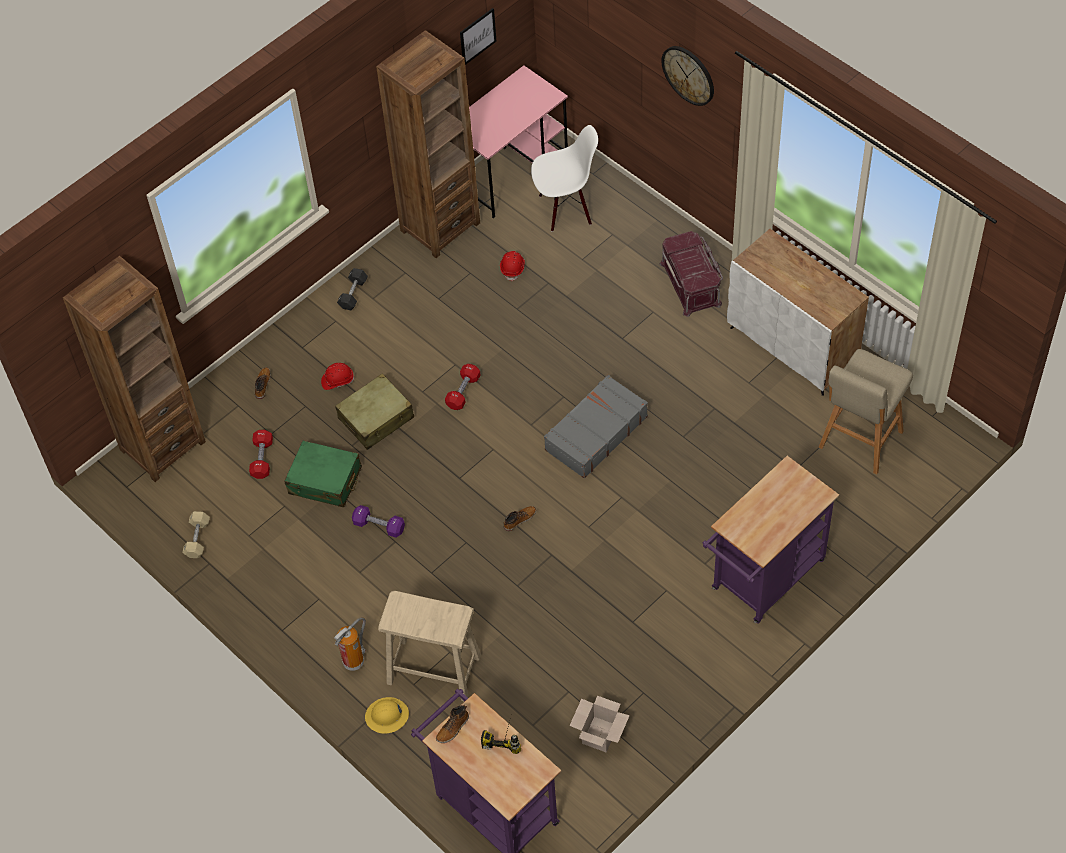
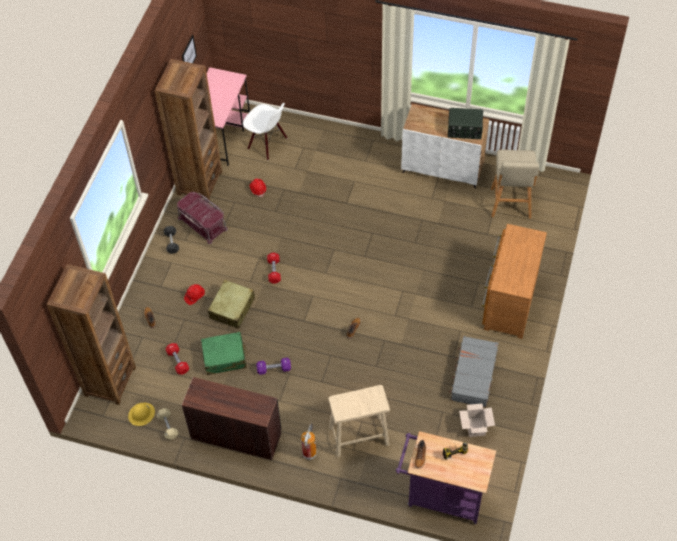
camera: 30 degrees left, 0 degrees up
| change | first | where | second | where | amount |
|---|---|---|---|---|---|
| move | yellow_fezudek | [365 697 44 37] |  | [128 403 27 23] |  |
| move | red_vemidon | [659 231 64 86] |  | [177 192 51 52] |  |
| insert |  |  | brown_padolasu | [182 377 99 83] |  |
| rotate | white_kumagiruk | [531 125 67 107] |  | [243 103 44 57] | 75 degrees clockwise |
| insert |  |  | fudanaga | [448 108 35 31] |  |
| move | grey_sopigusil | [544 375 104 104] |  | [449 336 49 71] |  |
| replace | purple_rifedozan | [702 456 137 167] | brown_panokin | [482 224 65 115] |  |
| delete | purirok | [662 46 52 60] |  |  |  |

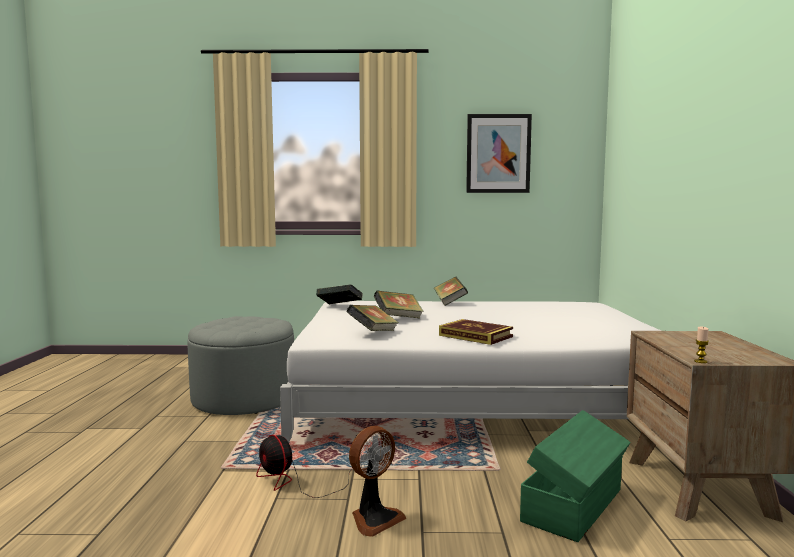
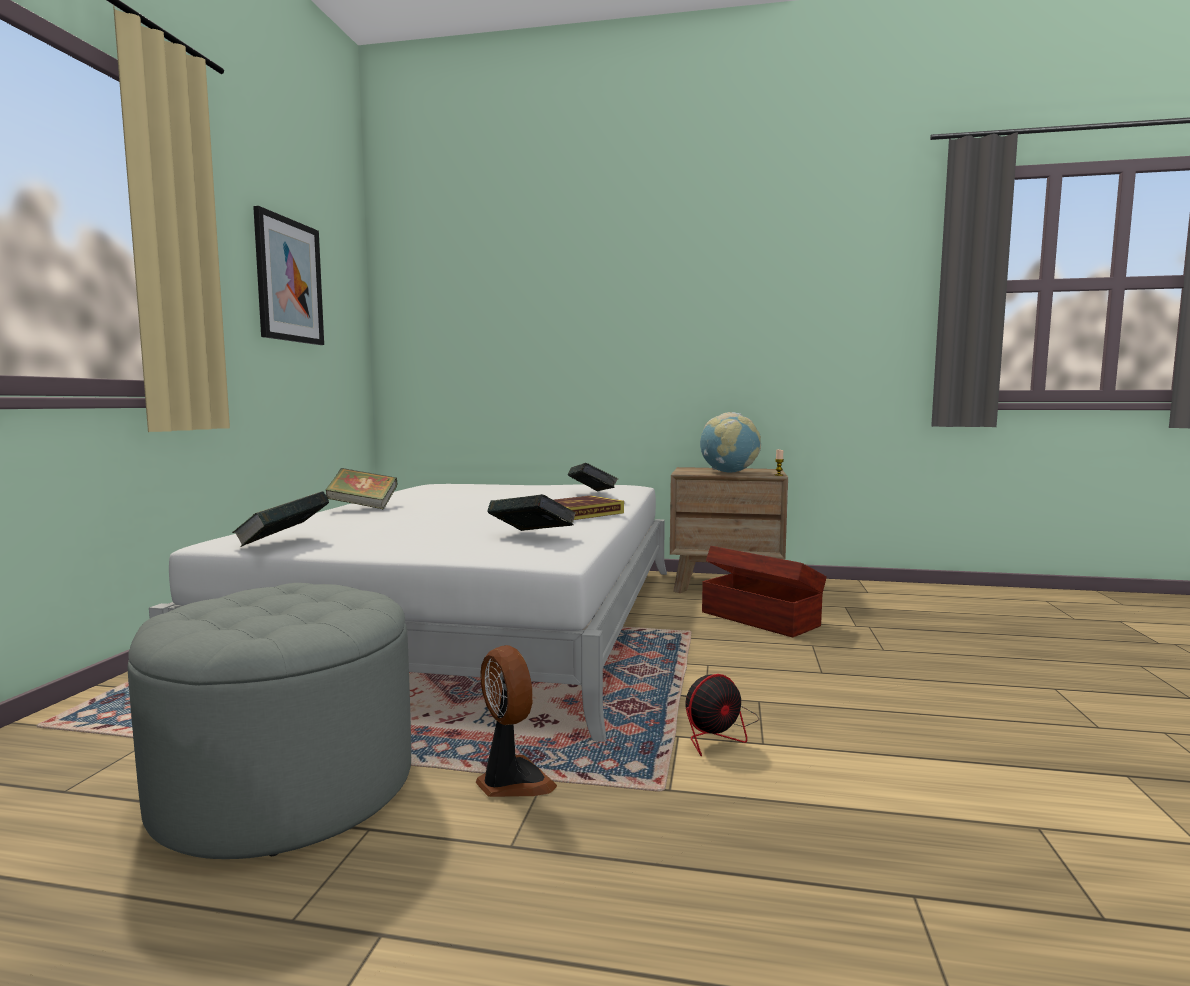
camera: 80 degrees left, 0 degrees up
| change | first | where | second | where | amount |
|---|---|---|---|---|---|
| move | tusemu | [349 426 57 111] |  | [476 645 81 152] |  |
| move | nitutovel | [374 290 50 29] |  | [568 463 50 28] |  |
| insert |  |  | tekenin | [700 412 61 60] |  |
| recolor | green_vemidon | [520 410 111 132] | brown_vemidon | [702 546 125 91] |  |

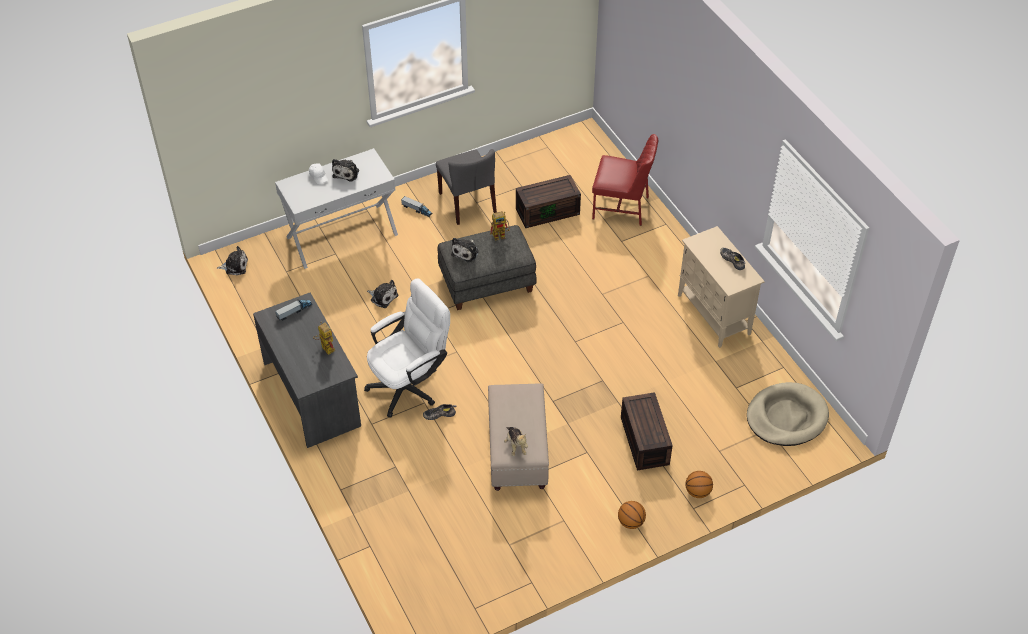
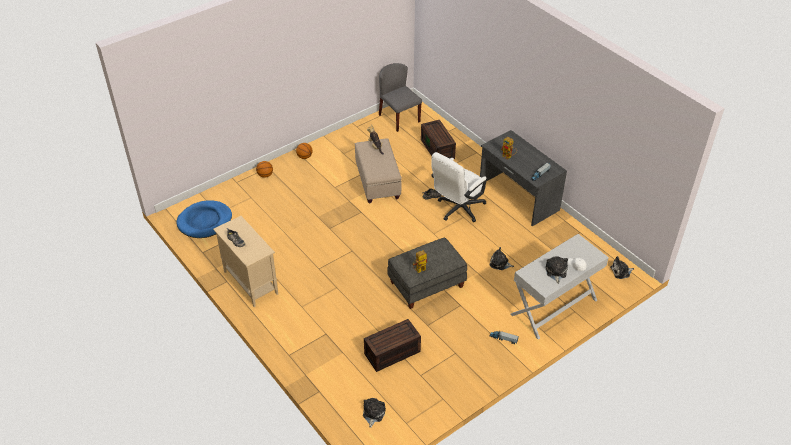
camera: 170 degrees right, 5 degrees down
| change | first | where | second | where | amount |
|---|---|---|---|---|---|
| recolor | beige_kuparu | [747 382 82 64] | blue_kuparu | [176 200 56 38] |  |
| move | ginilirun | [451 238 28 24] |  | [363 398 23 30] |  |
| move | grey_kumagiruk | [436 149 61 76] |  | [379 63 43 69] |  |
| move | brown_vemidon | [621 392 52 79] |  | [421 120 35 39] |  |
| delete | red_kumagiruk | [592 134 66 92] |  |  |  |

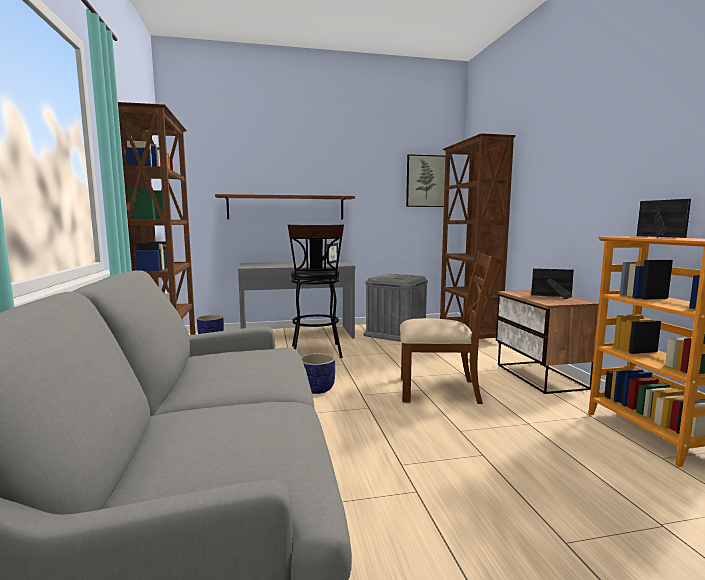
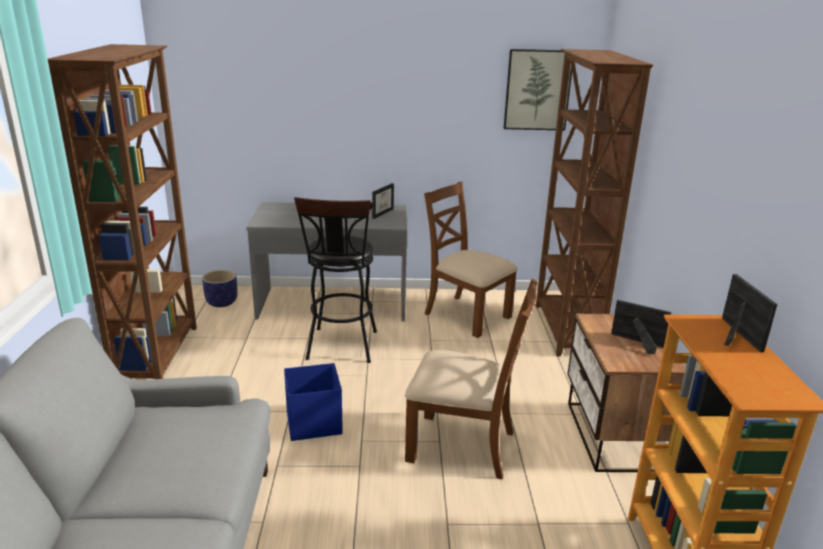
camera: 10 degrees right, 15 degrees up
| change | first | where | second | where | amount |
|---|---|---|---|---|---|
| replace | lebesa | [301 353 34 41] | blue_vemidon | [284 363 59 78] |  |
| replace | grey_vemidon | [364 274 64 68] | brown_kumagiruk | [424 181 93 157] |  |
| delete | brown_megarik | [215 194 140 26] |  |  |  |

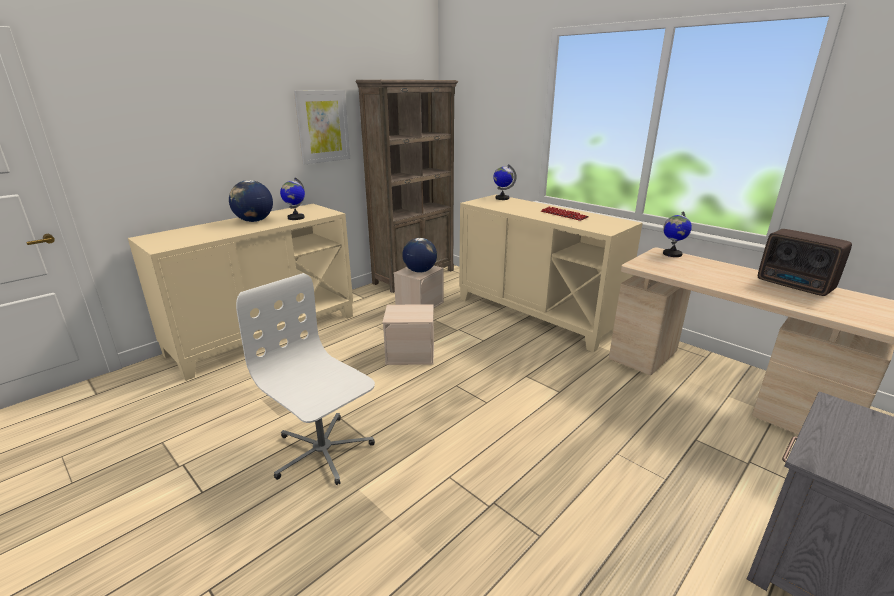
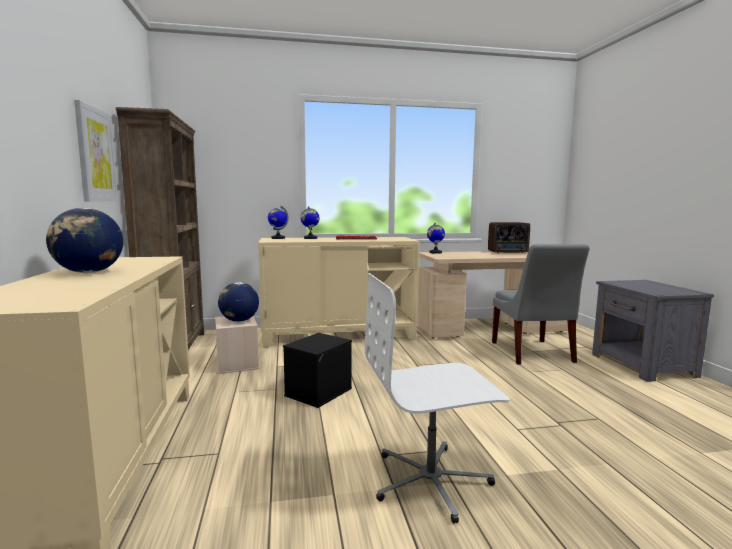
camera: 55 degrees left, 15 degrees down
| change | first | where | second | where | amount |
|---|---|---|---|---|---|
| recolor | beige_vemidon | [382 305 52 60] | black_vemidon | [283 333 69 75] |  |
| move | tekenin | [280 177 25 43] |  | [300 206 20 33] |  |
| insert |  |  | grey_kumagiruk | [492 244 98 121] |  |

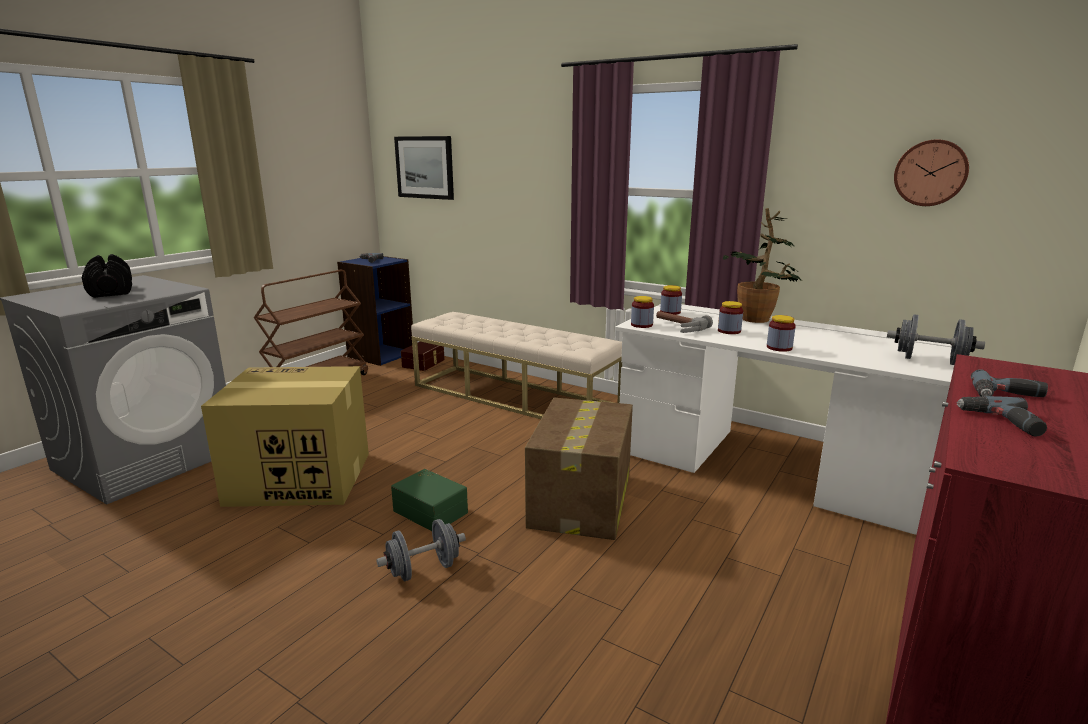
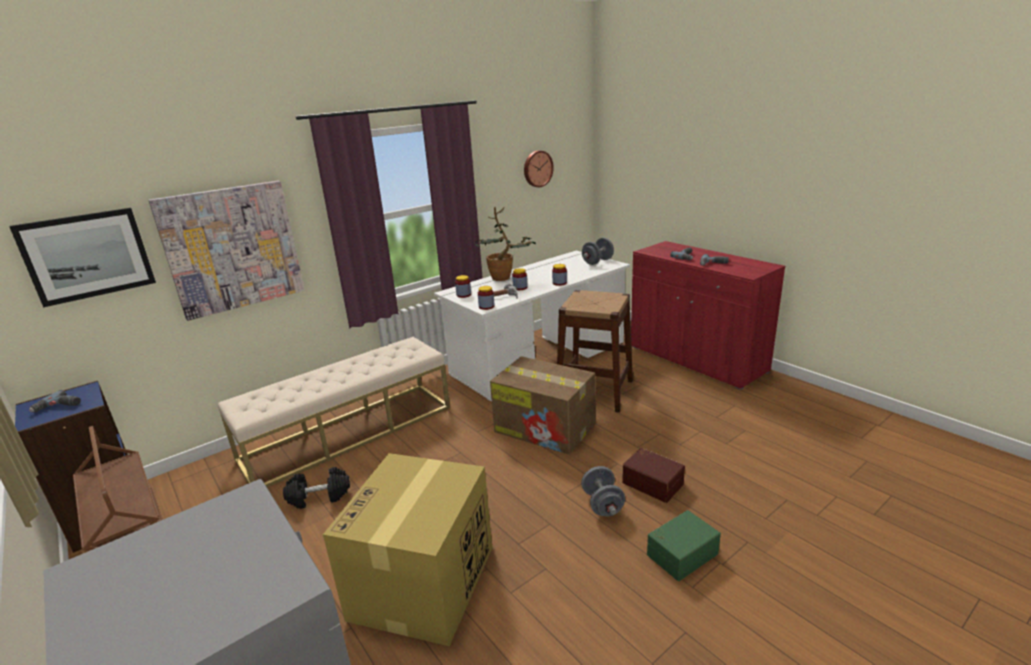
camera: 70 degrees left, 5 degrees up
| change | first | where | second | where | amount |
|---|---|---|---|---|---|
| insert |  |  | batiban | [148 181 157 140] |  |
| move | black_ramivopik | [82 254 50 44] |  | [283 467 67 42] |  |
| insert |  |  | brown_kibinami | [557 290 76 123] |  |
| move | brown_vemidon | [401 342 44 29] |  | [622 448 63 55] |  |
| move | green_vemidon | [391 469 77 62] |  | [647 510 74 71] |  |

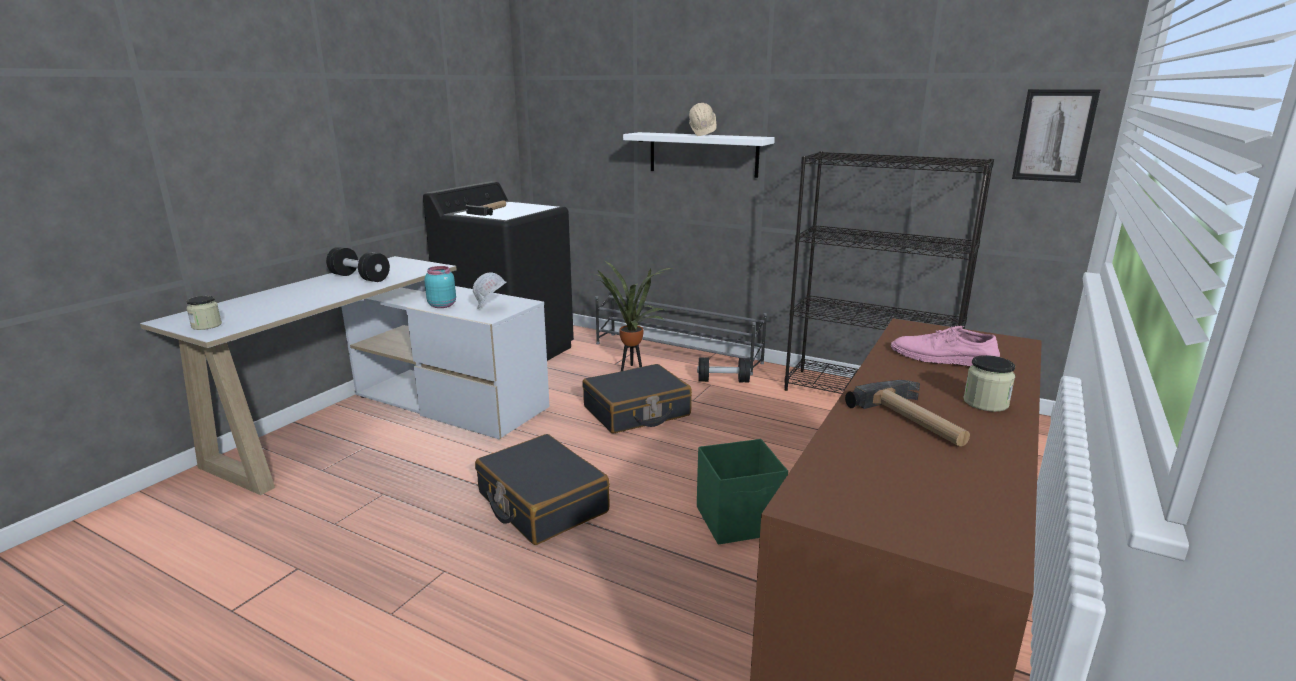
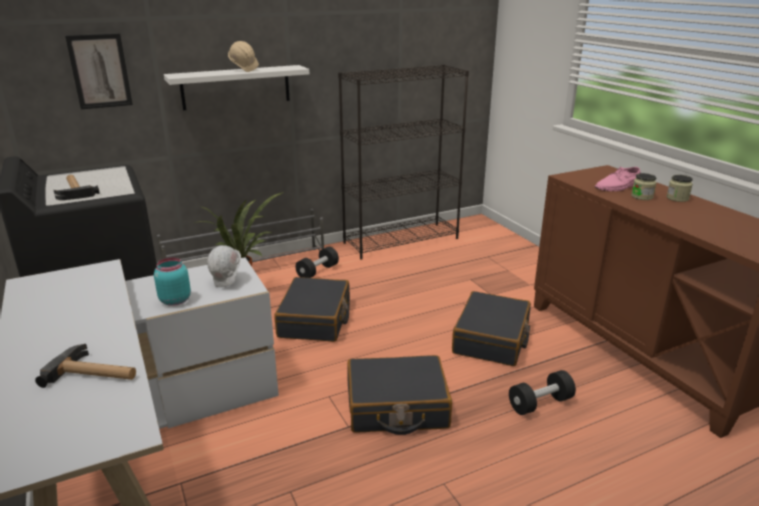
camera: 55 degrees left, 5 degrees up
| change | first | where | second | where | amount |
|---|---|---|---|---|---|
| move | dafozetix | [845 380 125 66] |  | [35 344 101 44] |  |
| move | batiban | [1012 89 88 94] |  | [65 33 68 76] |  |
| replace | green_vemidon | [697 439 91 106] | black_sopigusil | [452 291 79 75] |  |
| move | black_ramivopik | [326 247 64 35] |  | [509 370 67 45] |  |
| move | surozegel | [186 296 36 34] |  | [631 173 25 27] |  |

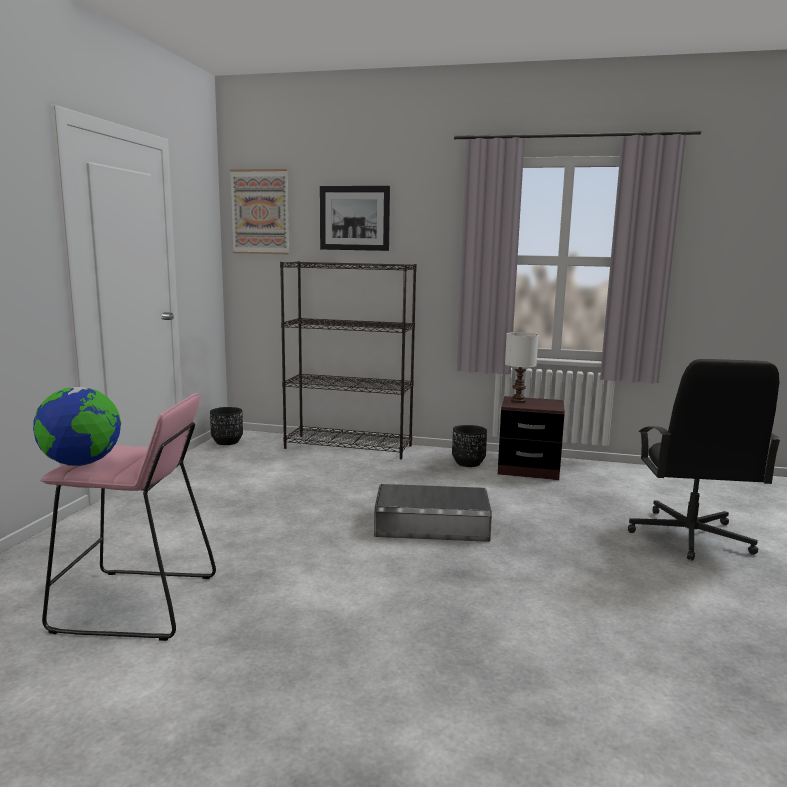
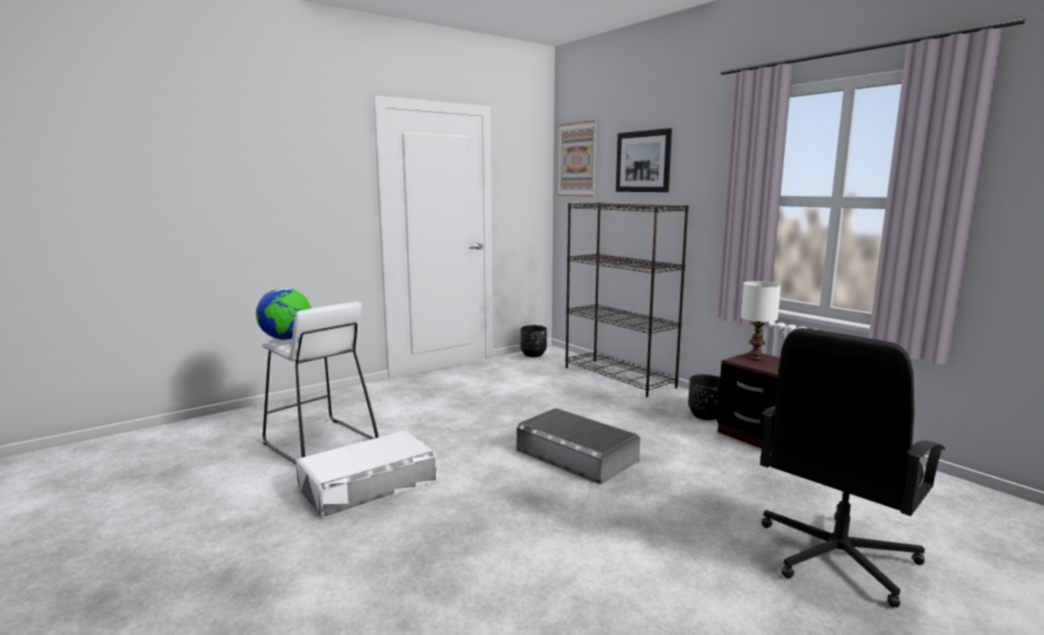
camera: 40 degrees right, 0 degrees up
| change | first | where | second | where | amount |
|---|---|---|---|---|---|
| recolor | pink_kibinami | [40 393 176 248] | white_kibinami | [261 302 117 162] |  |
| insert |  |  | white_vemidon | [296 431 141 87] |  |

